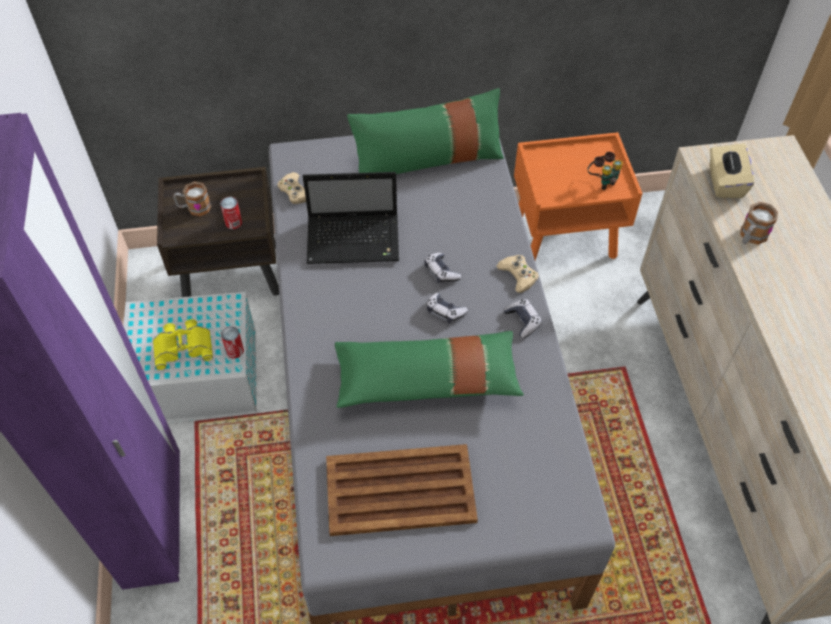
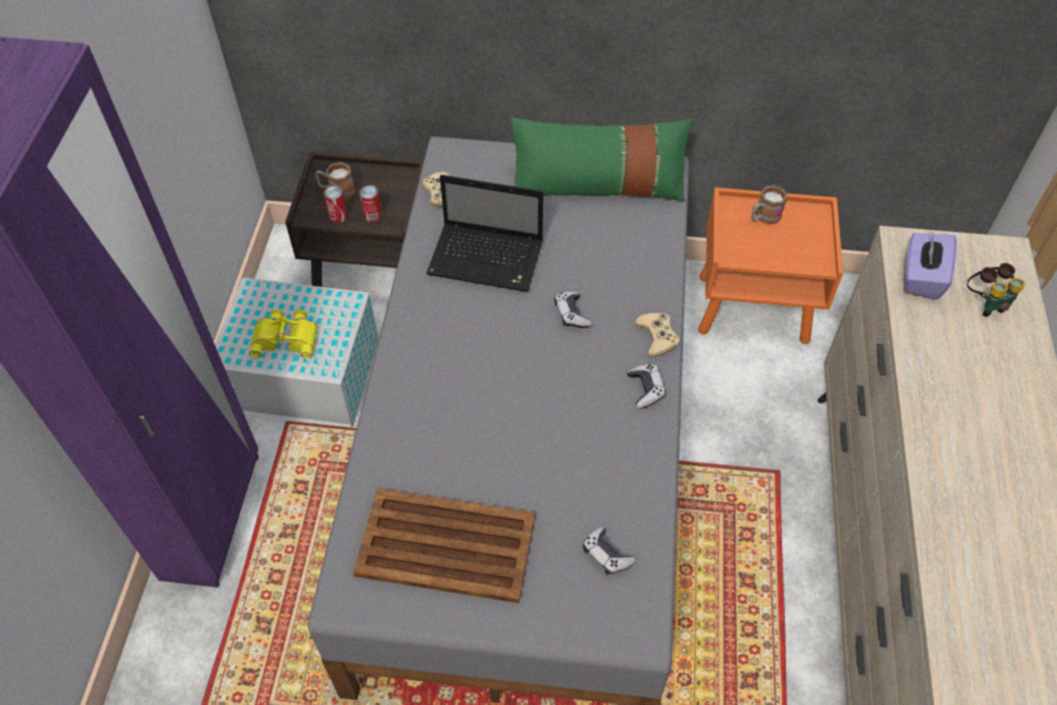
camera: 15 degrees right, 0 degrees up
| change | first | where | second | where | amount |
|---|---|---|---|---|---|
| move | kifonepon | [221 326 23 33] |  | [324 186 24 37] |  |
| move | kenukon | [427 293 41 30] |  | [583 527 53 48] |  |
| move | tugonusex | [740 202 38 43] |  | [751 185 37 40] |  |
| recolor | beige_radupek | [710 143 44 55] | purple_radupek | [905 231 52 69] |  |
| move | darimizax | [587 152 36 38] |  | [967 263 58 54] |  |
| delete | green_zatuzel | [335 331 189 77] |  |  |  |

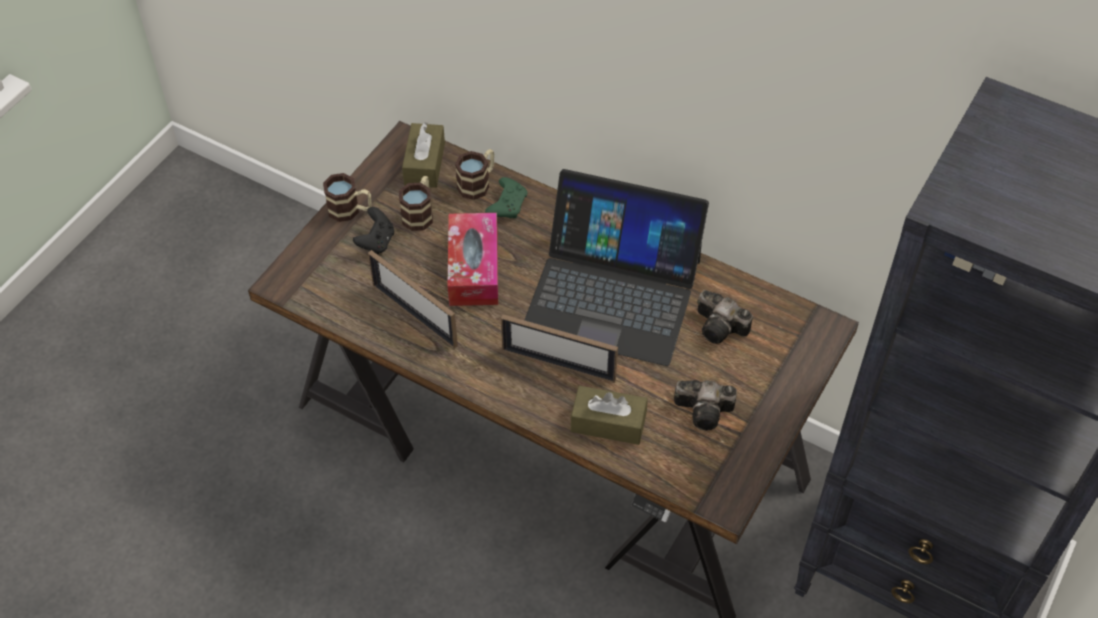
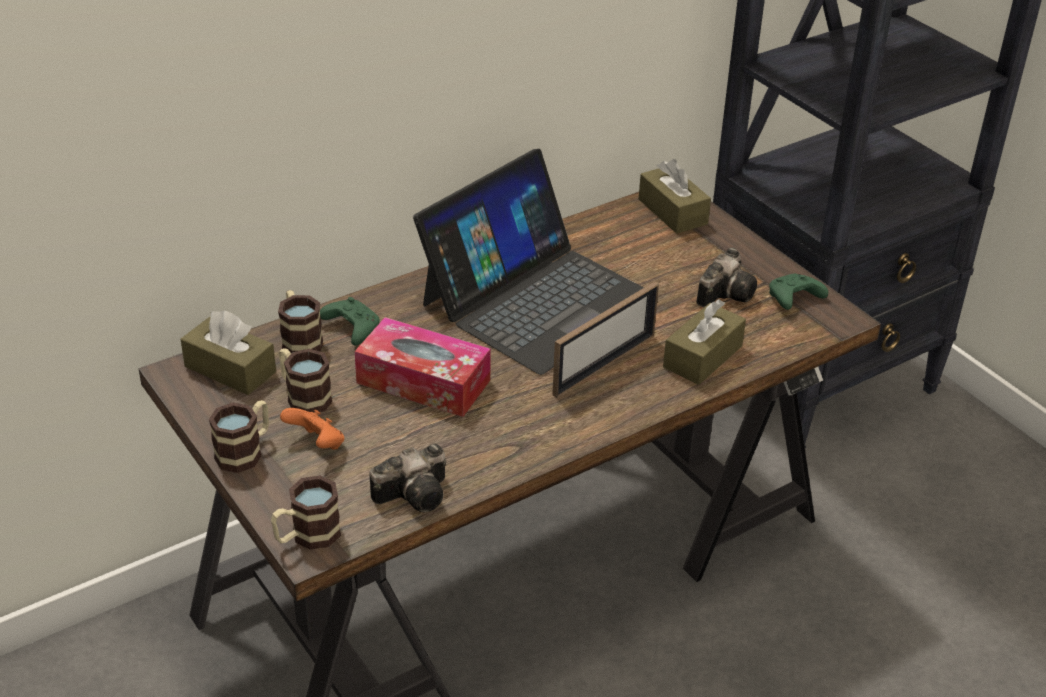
camera: 65 degrees left, 15 degrees down
| change | first | where | second | where | amount |
|---|---|---|---|---|---|
| insert |  |  | tugonusex | [271 476 70 74] |  |
| recolor | black_kenukon | [353 207 41 47] | orange_kenukon | [280 408 64 42] |  |
| move | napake | [697 290 56 54] |  | [370 444 76 68] |  |
| insert |  |  | brown_radupek | [639 159 72 75] |  |
| insert |  |  | green_kenukon | [769 274 59 36] |  |
| delete | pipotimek | [368 250 90 99] |  |  |  |

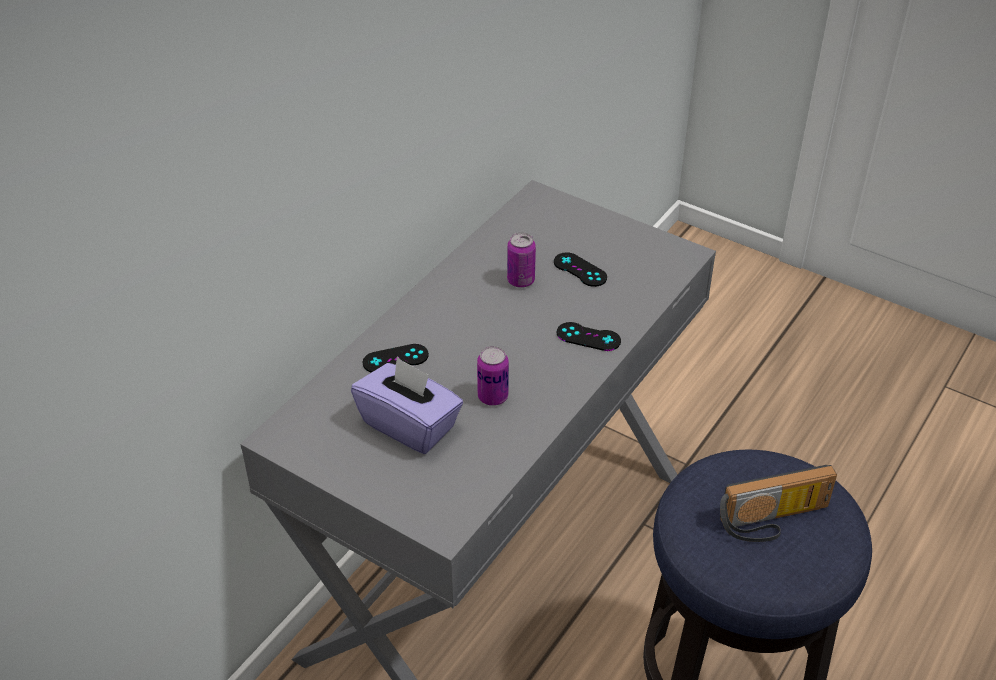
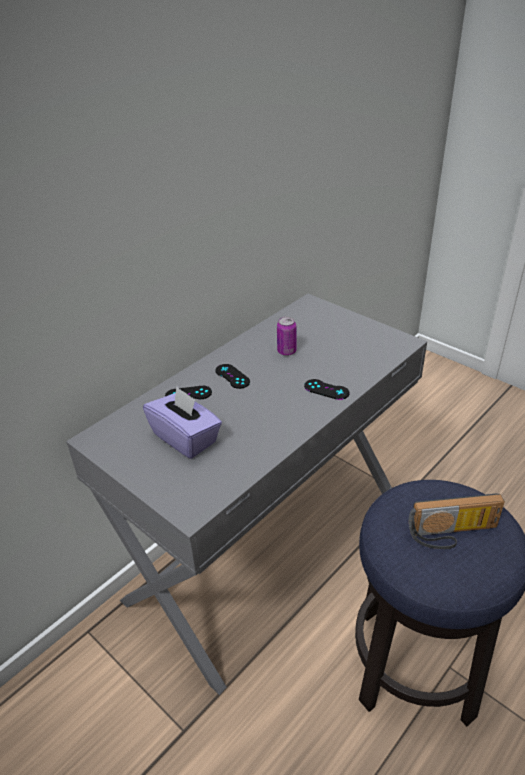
camera: 10 degrees right, 5 degrees down
| change | first | where | second | where | amount |
|---|---|---|---|---|---|
| move | black_kenukon | [554 252 53 35] |  | [215 364 35 25] |  |
| delete | kifonepon | [477 346 32 60] |  |  |  |

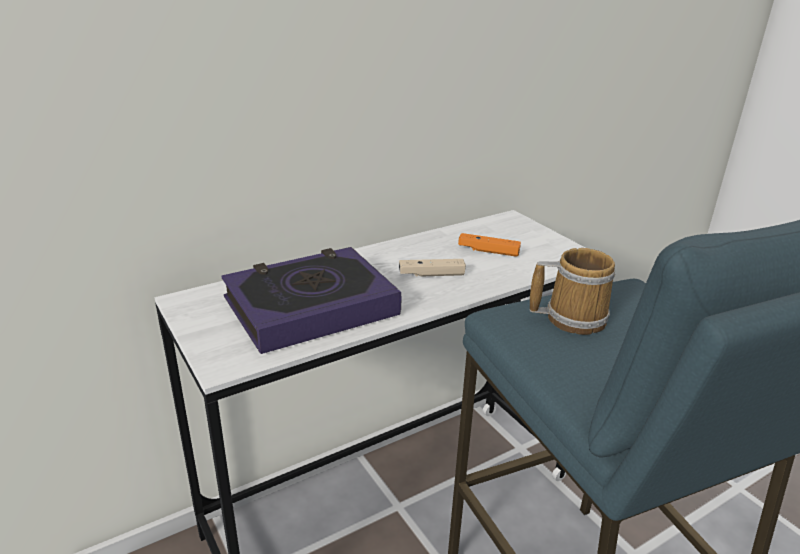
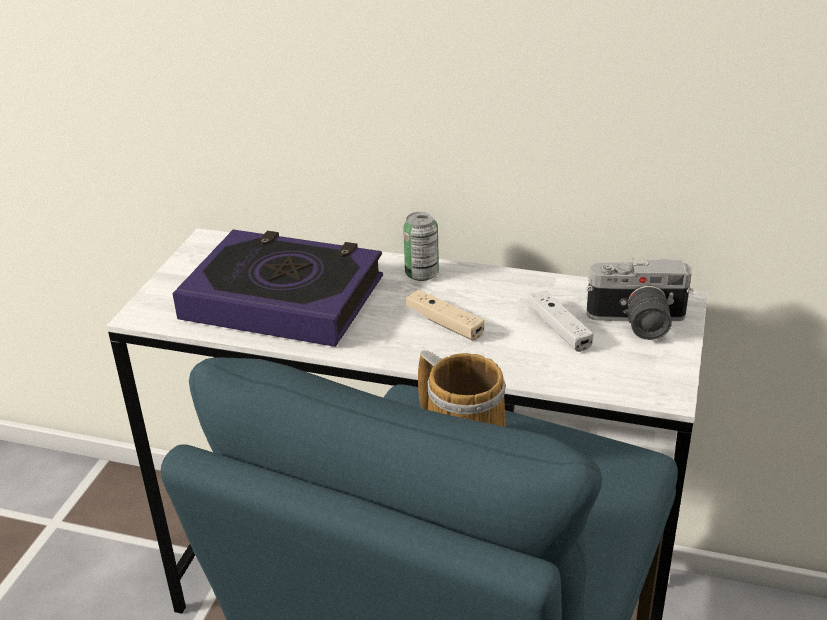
camera: 50 degrees right, 5 degrees up
| change | first | where | second | where | amount |
|---|---|---|---|---|---|
| insert |  |  | kifonepon | [403 212 36 69] |  |
| recolor | orange_kenukon | [458 233 63 24] | white_kenukon | [528 290 66 62] |  |
| insert |  |  | napake | [586 259 108 81] |  |

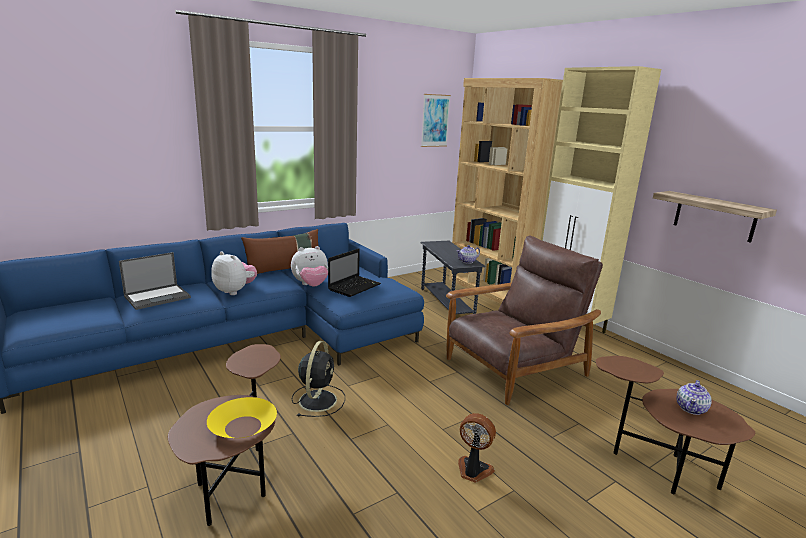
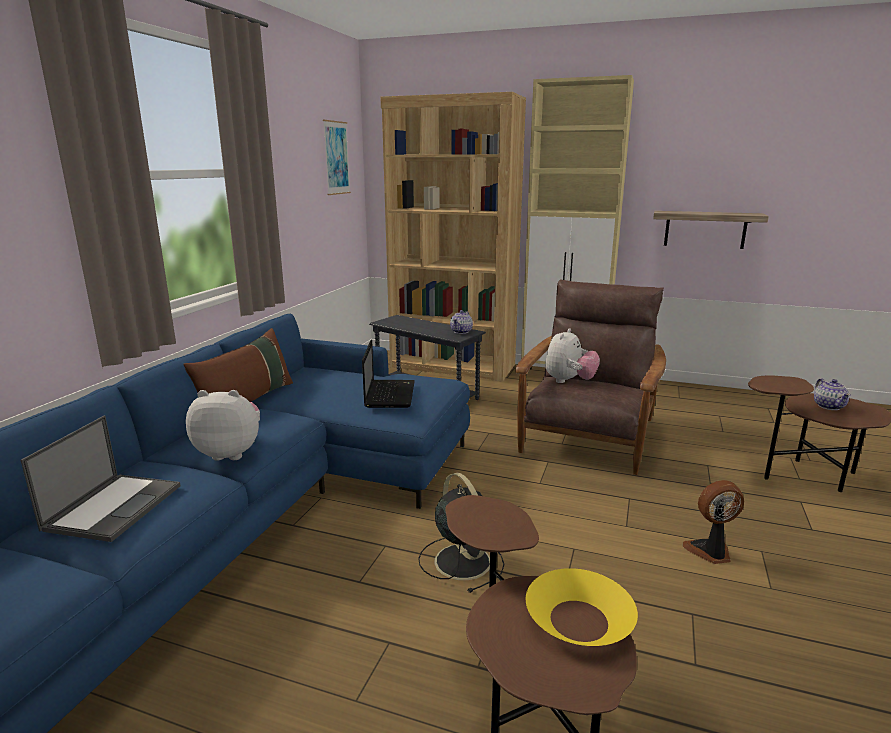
camera: 35 degrees left, 0 degrees up
| change | first | where | second | where | amount |
|---|---|---|---|---|---|
| move | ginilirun | [291 246 37 40] |  | [545 328 55 55] |  |

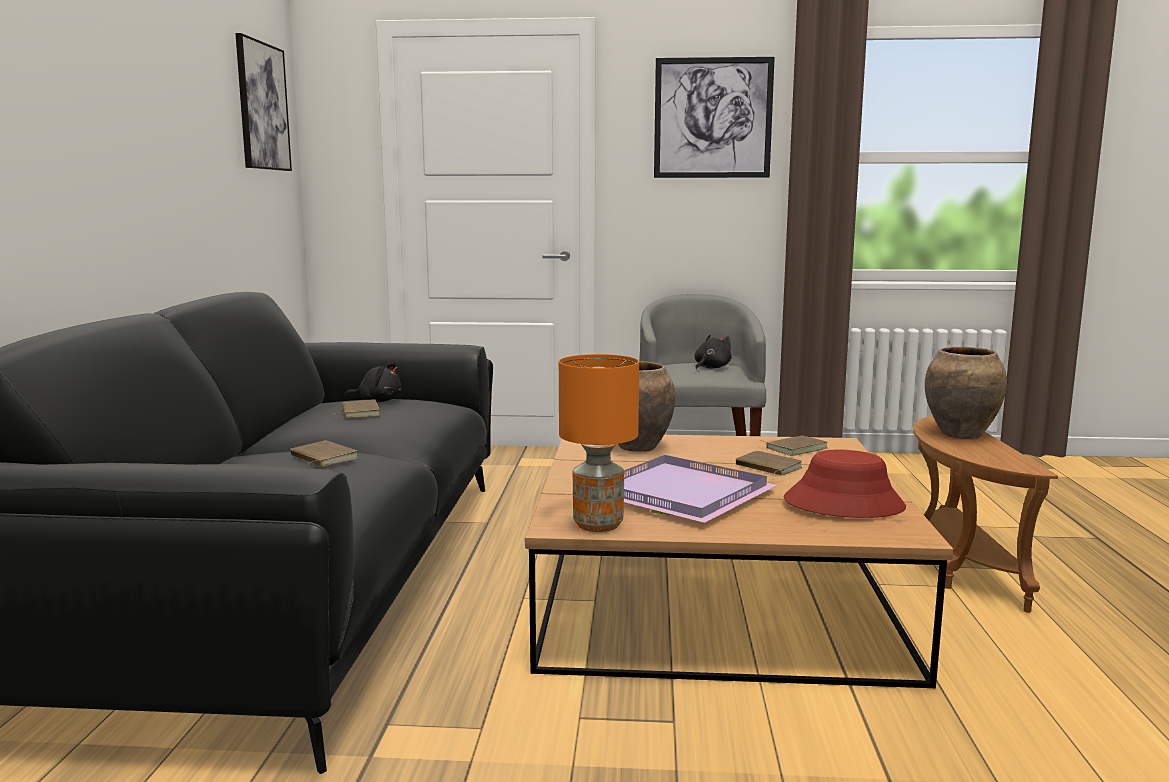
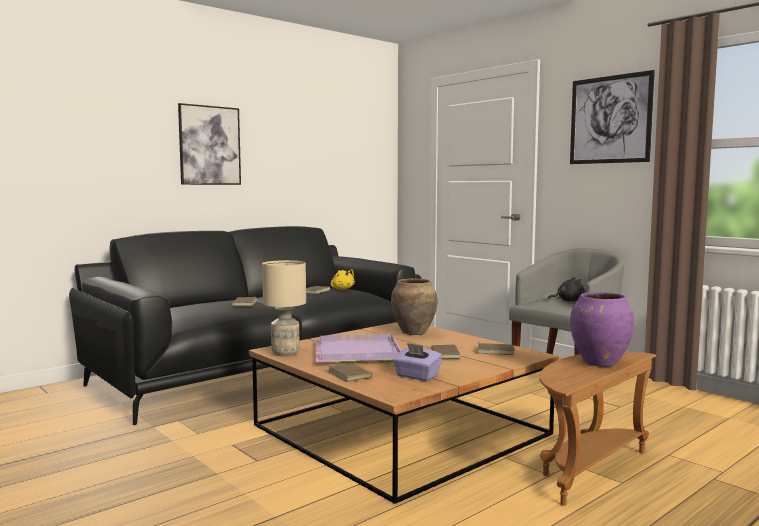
camera: 45 degrees right, 5 degrees down
| change | first | where | second | where | amount |
|---|---|---|---|---|---|
| move | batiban | [235 33 57 138] |  | [178 103 63 82] |  |
| recolor | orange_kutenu | [559 354 80 178] | beige_kutenu | [262 260 44 96] |  |
| insert |  |  | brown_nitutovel | [329 362 44 20] |  |
| recolor | black_ginilirun | [345 363 57 39] | yellow_ginilirun | [331 269 24 21] |  |
| replace | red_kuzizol | [784 450 122 68] | purple_radupek | [392 343 50 38] |  |
| recolor | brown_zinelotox | [925 347 82 92] | purple_zinelotox | [570 292 64 75] |  |

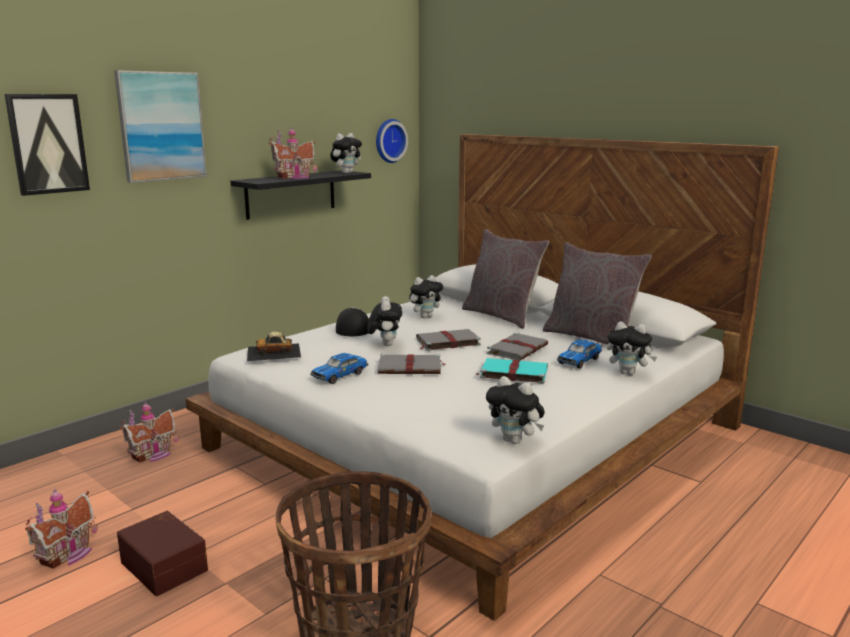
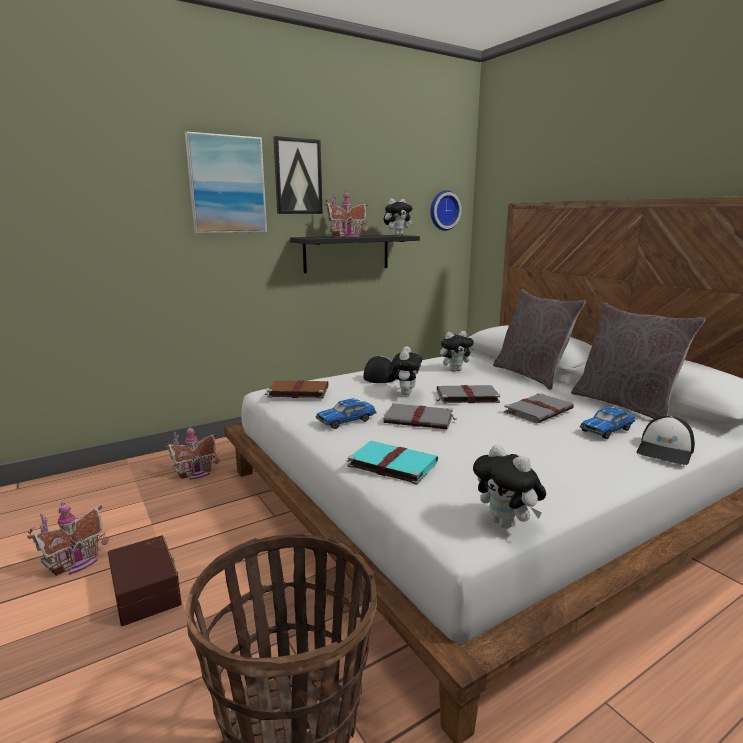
camera: 15 degrees right, 0 degrees up
| change | first | where | second | where | amount |
|---|---|---|---|---|---|
| replace | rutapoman | [247 332 54 29] | brown_nitutovel | [265 381 63 17] |  |
| move | batiban | [5 94 85 102] |  | [273 136 50 78] |  |
| move | turquoise_nitutovel | [476 358 72 26] |  | [347 441 91 44] |  |
| replace | ginilirun | [607 322 50 53] | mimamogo | [636 416 59 49] |  |

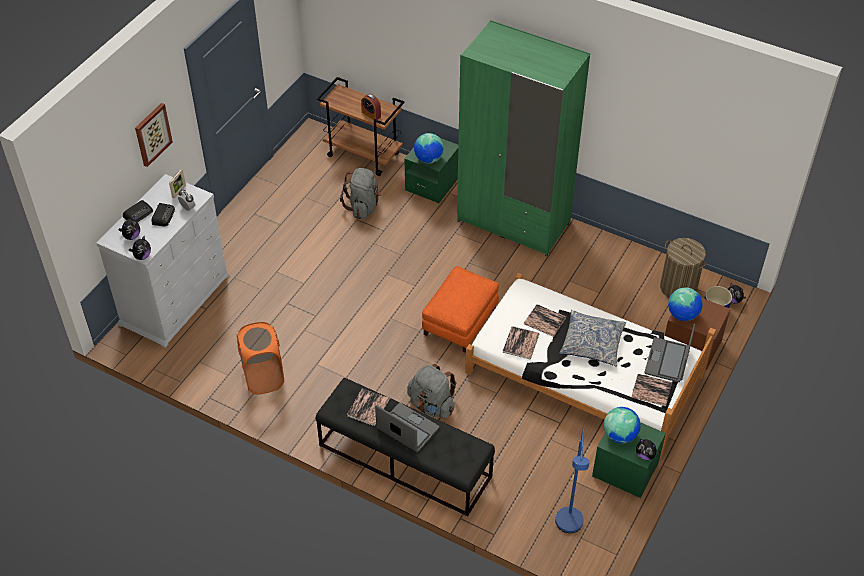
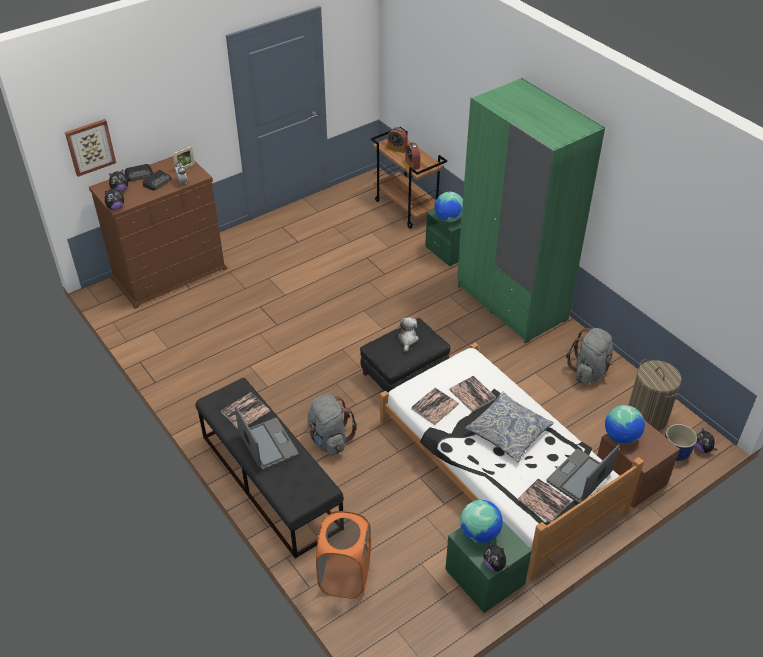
camera: 25 degrees right, 5 degrees down
| change | first | where | second | where | amount |
|---|---|---|---|---|---|
| move | batiban | [135 103 38 64] |  | [65 119 51 58] |  |
| recolor | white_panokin | [96 174 133 174] | brown_panokin | [89 156 138 153] |  |
| move | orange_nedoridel | [237 322 47 73] |  | [316 511 55 88] |  |
| recolor | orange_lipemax | [422 266 77 87] | black_lipemax | [360 318 91 74] |  |
| insert |  |  | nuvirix | [387 127 21 26] |  |
| insert |  |  | ginilirun | [397 317 22 35] |  |
| move | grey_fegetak | [340 168 42 51] |  | [566 328 48 57] |  |
| delete | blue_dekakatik | [555 427 34 106] |  |  |  |

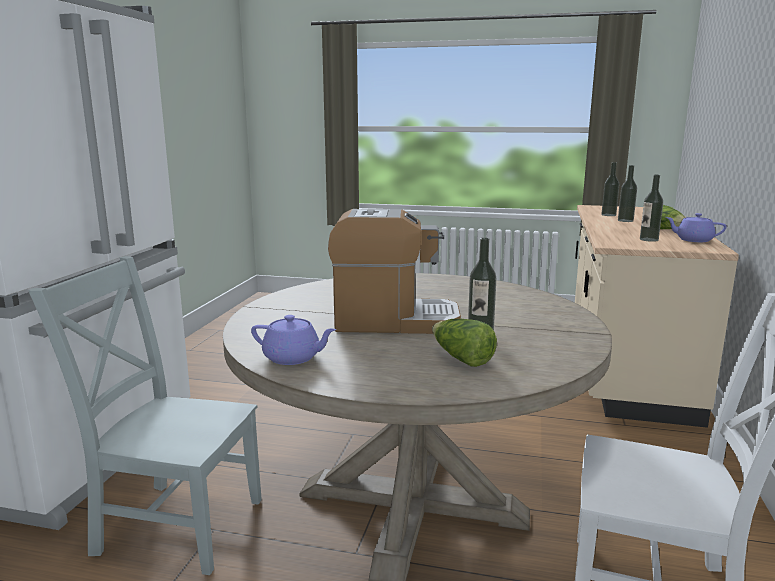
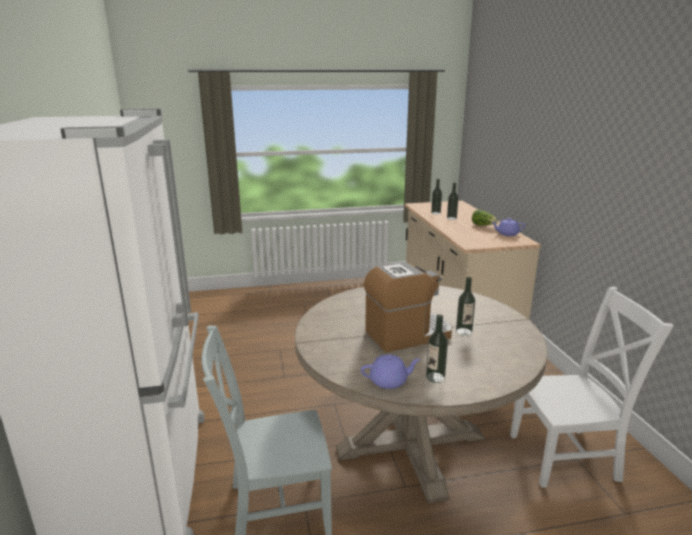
camera: 25 degrees left, 5 degrees up
| change | first | where | second | where | amount |
|---|---|---|---|---|---|
| move | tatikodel | [640 175 23 67] |  | [426 314 22 69] |  |
| delete | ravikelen | [432 319 65 48] |  |  |  |

